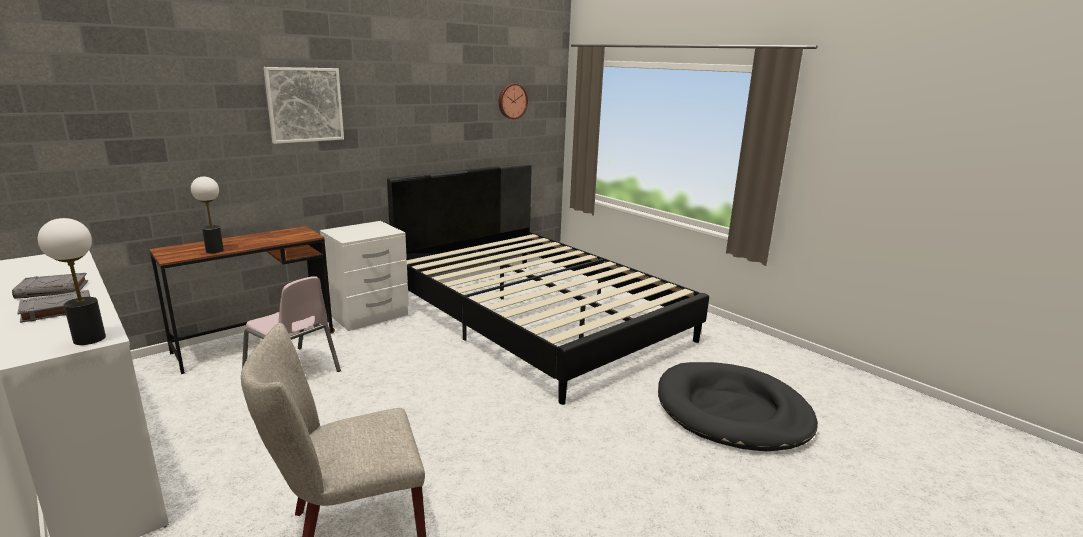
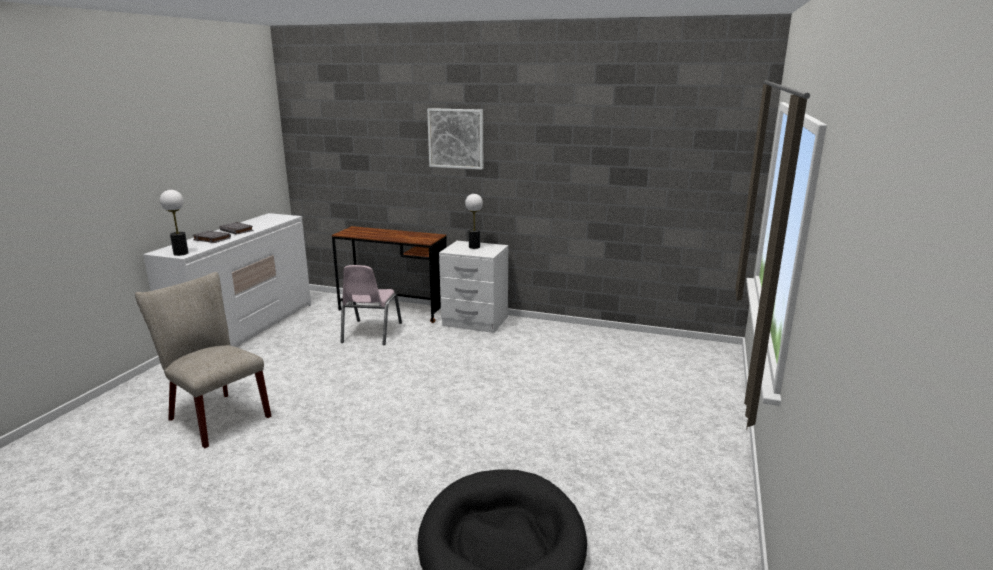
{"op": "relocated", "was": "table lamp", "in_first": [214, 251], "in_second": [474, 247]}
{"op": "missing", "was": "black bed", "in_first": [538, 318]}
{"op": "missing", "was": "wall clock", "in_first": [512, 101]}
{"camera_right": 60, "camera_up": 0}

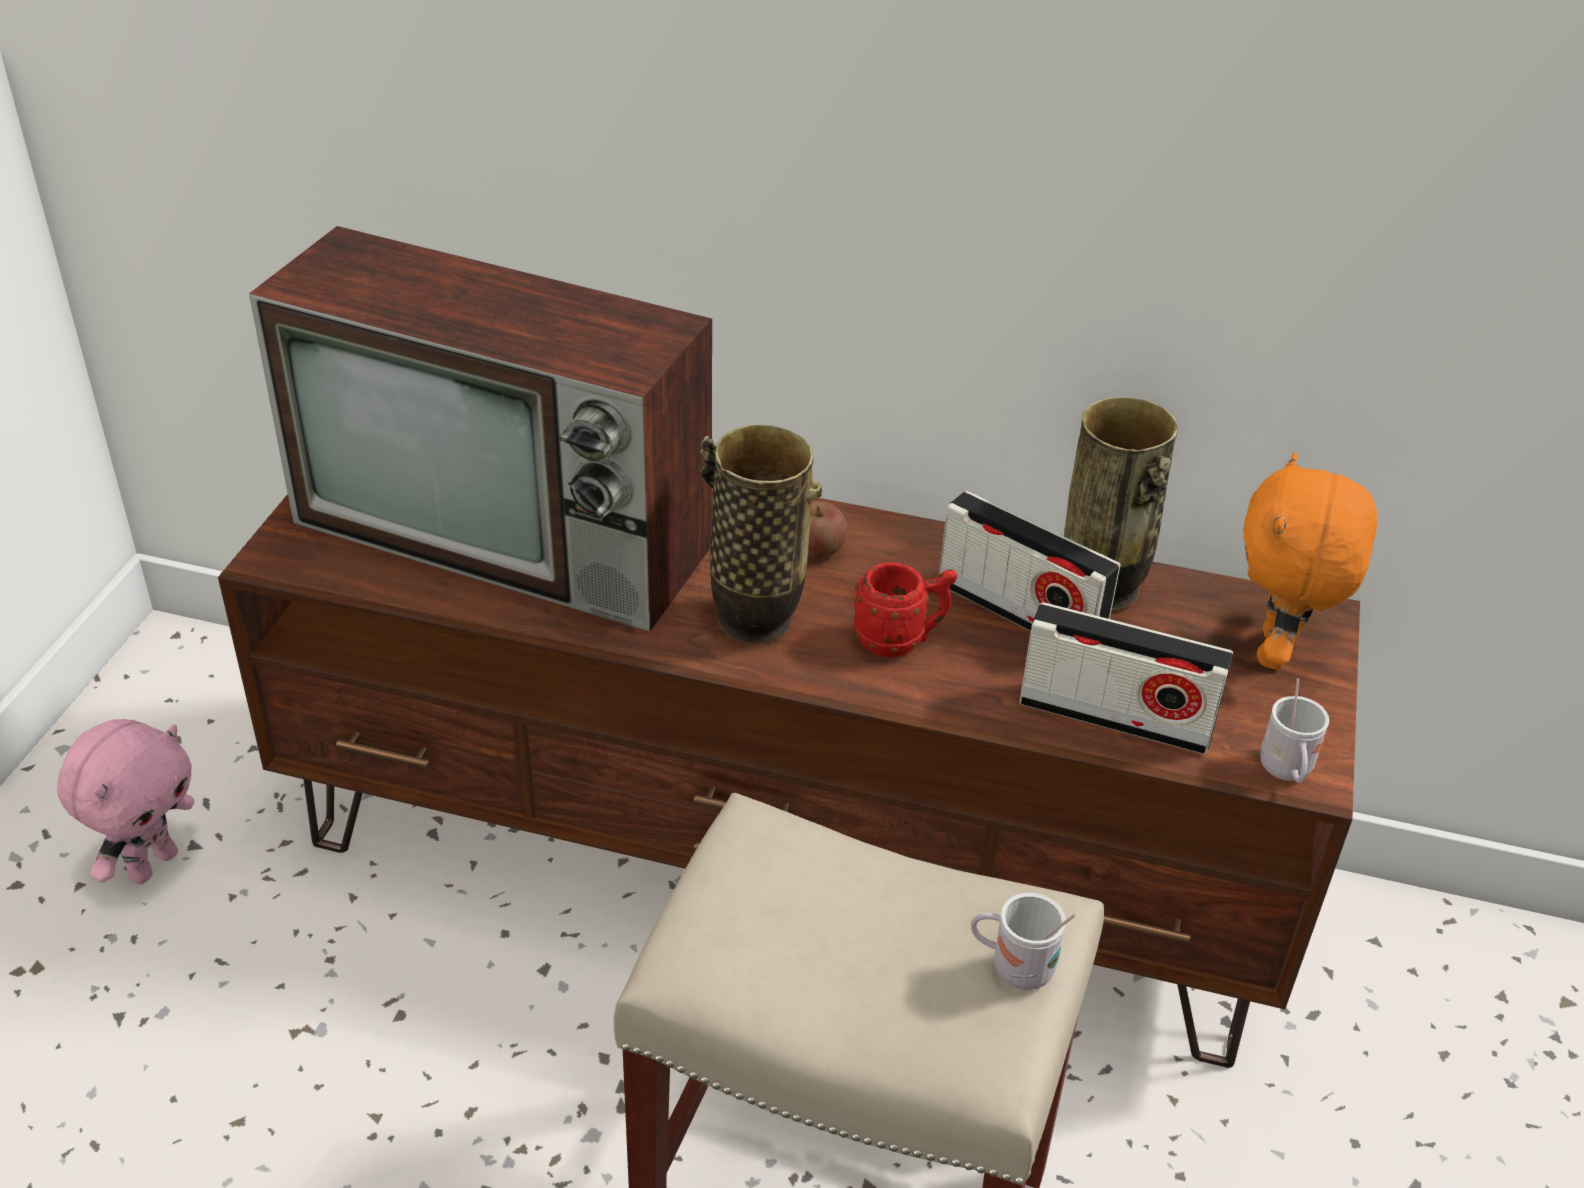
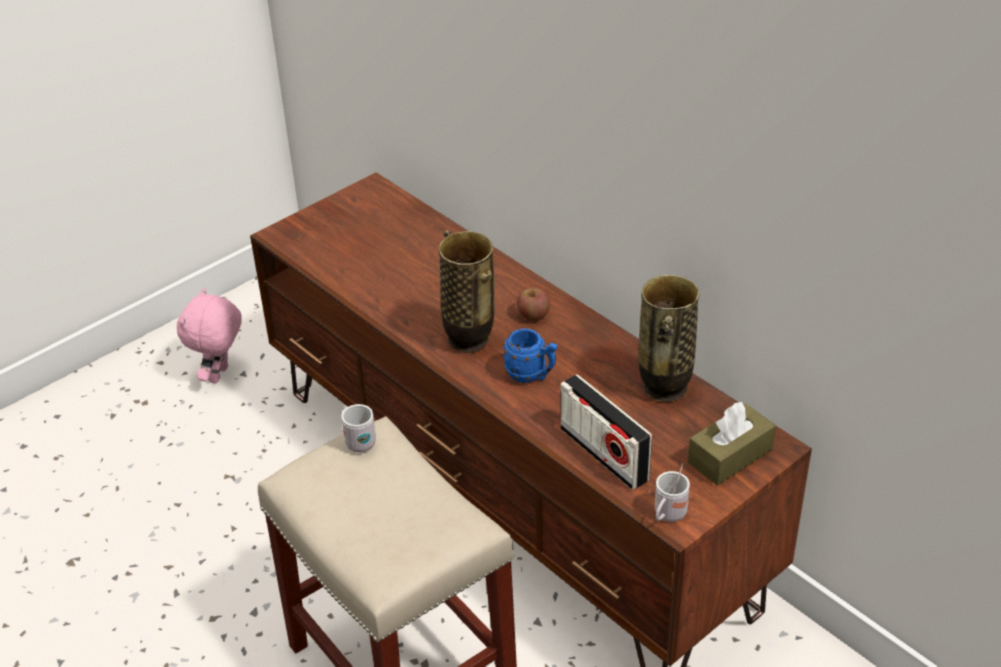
{"op": "spun", "was": "pink plush toy", "in_first": [152, 864], "in_second": [220, 375], "clockwise": 135}
{"op": "relocated", "was": "white mug", "in_first": [1013, 967], "in_second": [358, 441]}
{"op": "colour", "was": "red mug", "now": "blue mug", "in_first": [900, 640], "in_second": [531, 375]}
{"op": "exchanged", "was": "orange plush toy", "now": "brown tissue box", "in_first": [1277, 652], "in_second": [730, 456]}
{"op": "missing", "was": "television", "in_first": [511, 535]}
{"op": "missing", "was": "radio", "in_first": [1020, 613]}
{"camera_right": 35, "camera_up": 0}

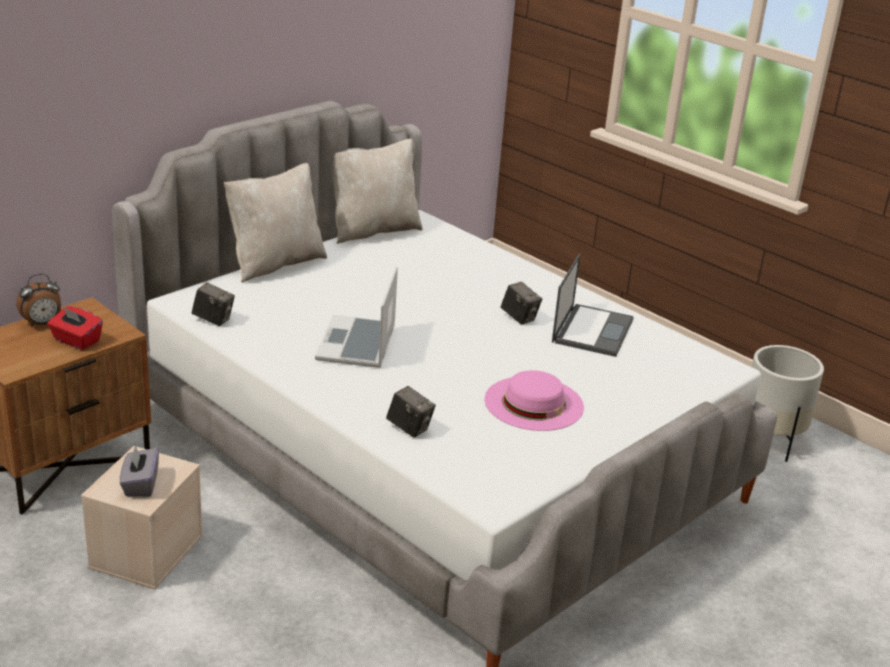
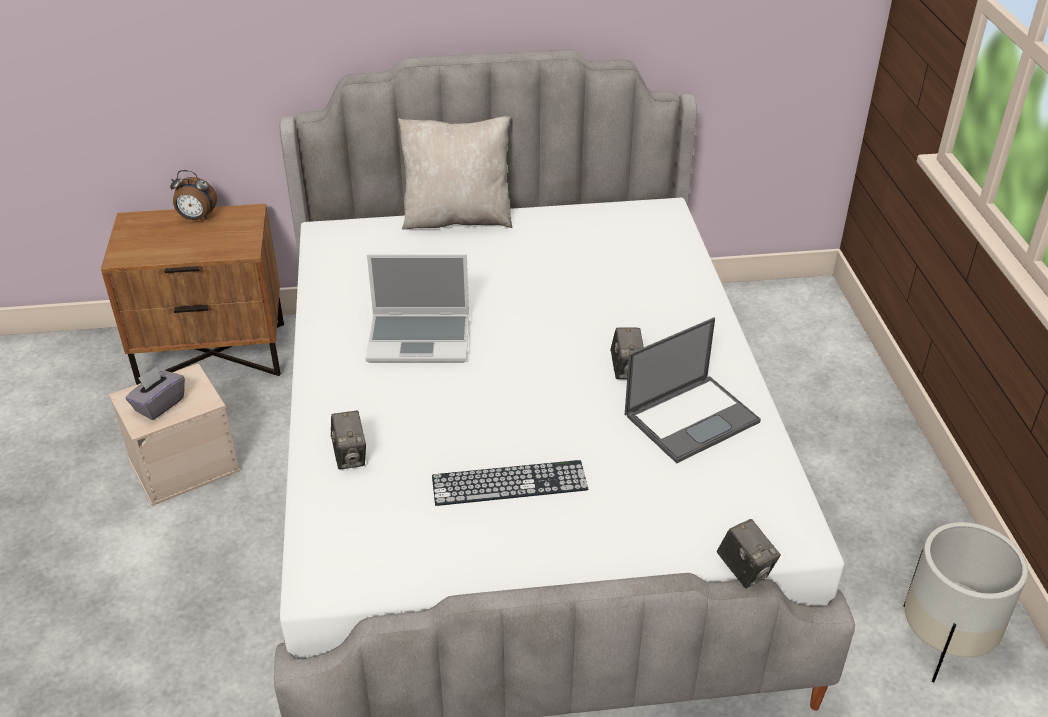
{"op": "spun", "was": "laptop", "in_first": [357, 345], "in_second": [420, 339], "clockwise": -135}
{"op": "exchanged", "was": "pink hat", "now": "keyboard", "in_first": [534, 403], "in_second": [509, 483]}
{"op": "relocated", "was": "photo camera", "in_first": [213, 319], "in_second": [744, 570]}
{"op": "missing", "was": "red tissue box", "in_first": [76, 340]}
{"op": "missing", "was": "beige pillow", "in_first": [373, 230]}
{"camera_right": 40, "camera_up": 10}

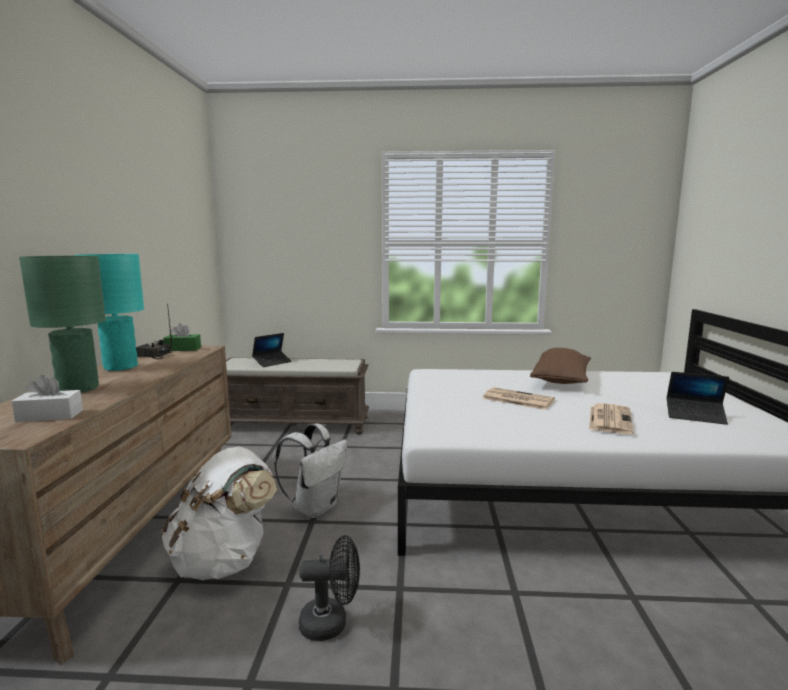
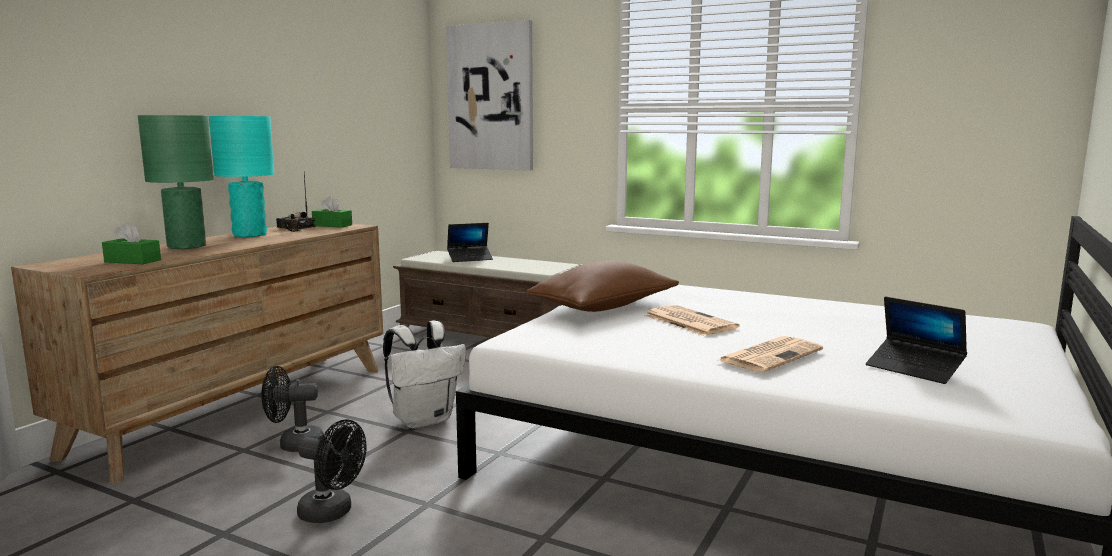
{"op": "colour", "was": "white tissue box", "now": "green tissue box", "in_first": [50, 416], "in_second": [132, 261]}
{"op": "exchanged", "was": "white backpack", "now": "black fan", "in_first": [224, 561], "in_second": [294, 445]}
{"op": "appeared", "now": "picture", "in_second": [491, 97]}
{"op": "relocated", "was": "brown pillow", "in_first": [561, 380], "in_second": [604, 308]}
{"camera_right": 25, "camera_up": 0}

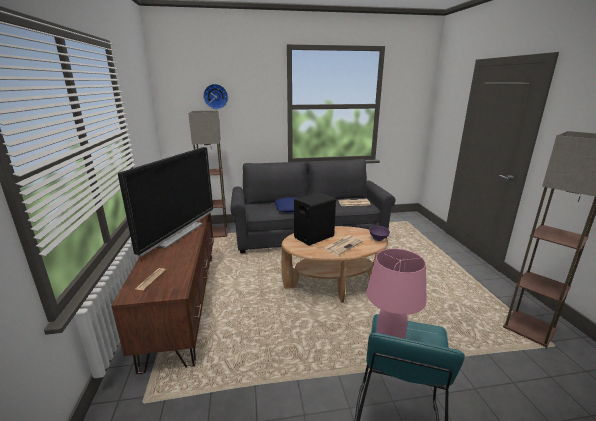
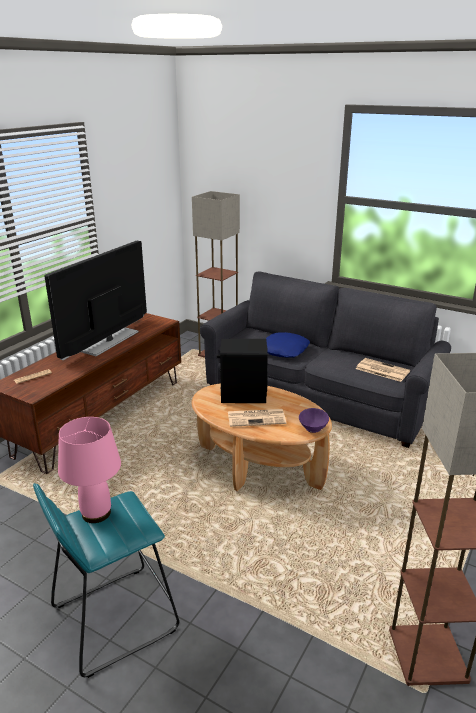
{"op": "spun", "was": "television", "in_first": [178, 234], "in_second": [109, 341], "clockwise": 150}
{"op": "missing", "was": "wall clock", "in_first": [215, 96]}
{"camera_right": 40, "camera_up": 5}

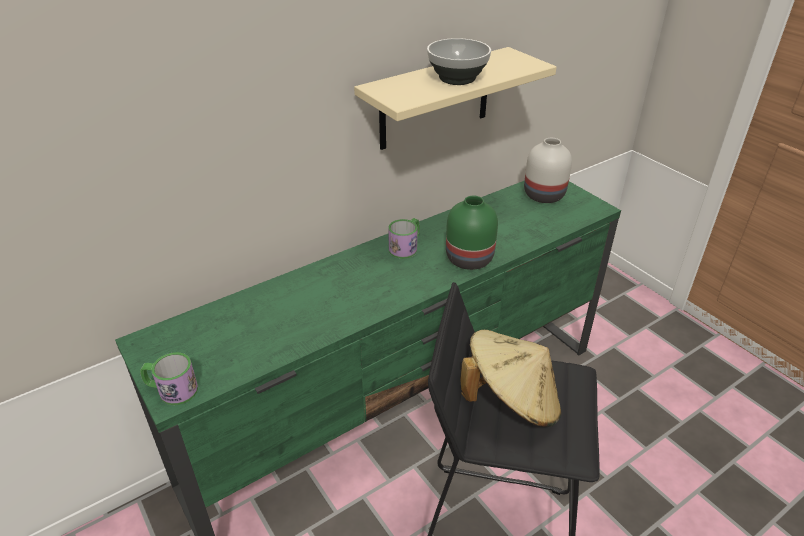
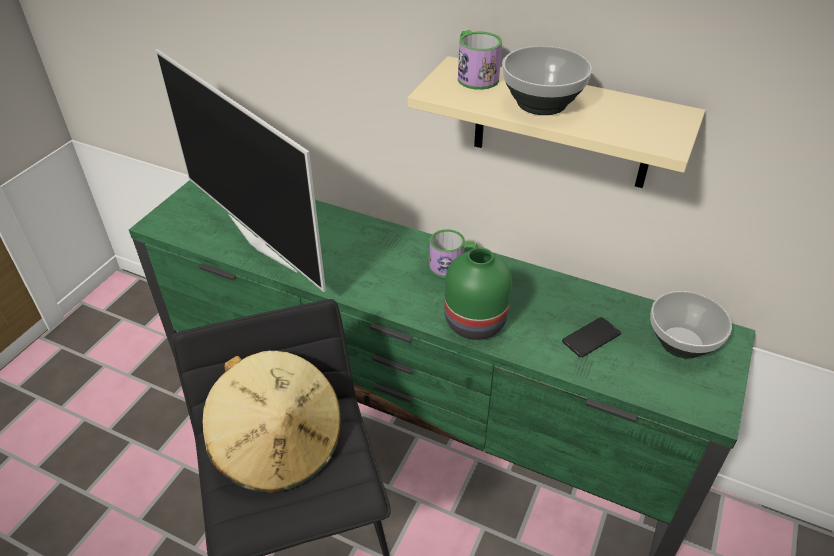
{"op": "appeared", "now": "television", "in_second": [263, 241]}
{"op": "relocated", "was": "mug", "in_first": [172, 390], "in_second": [474, 76]}
{"op": "appeared", "now": "phone", "in_second": [591, 338]}
{"op": "exchanged", "was": "white vase", "now": "bowl", "in_first": [543, 194], "in_second": [681, 342]}
{"camera_right": 60, "camera_up": 5}

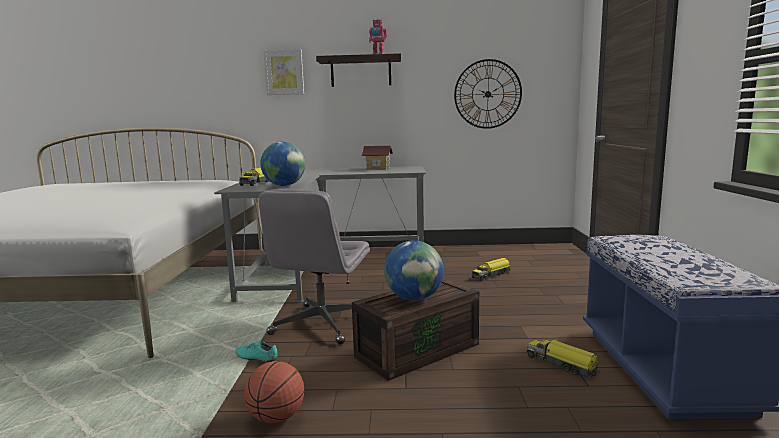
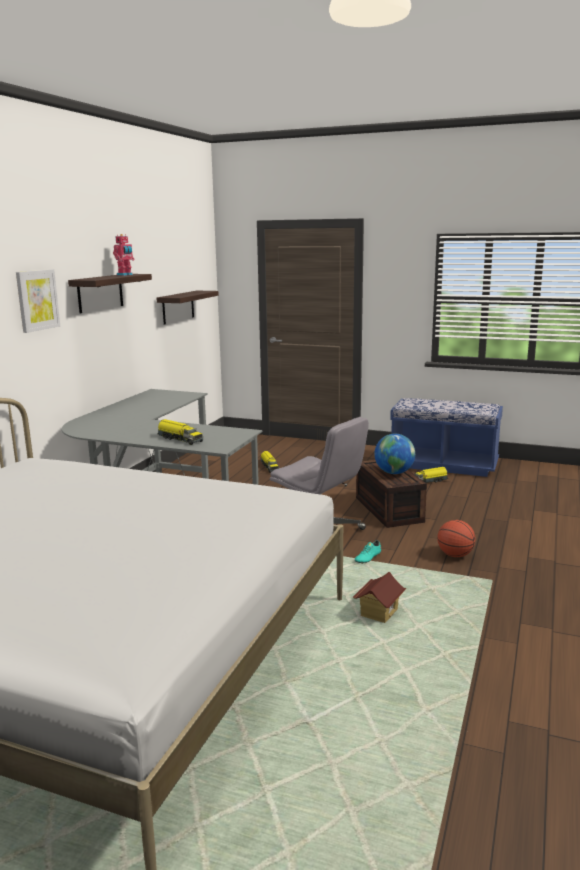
{"op": "exchanged", "was": "wall clock", "now": "shelf", "in_first": [487, 94], "in_second": [178, 307]}
{"op": "relocated", "was": "toy house", "in_first": [378, 168], "in_second": [379, 613]}
{"op": "missing", "was": "globe", "in_first": [284, 185]}
{"camera_right": -70, "camera_up": 5}

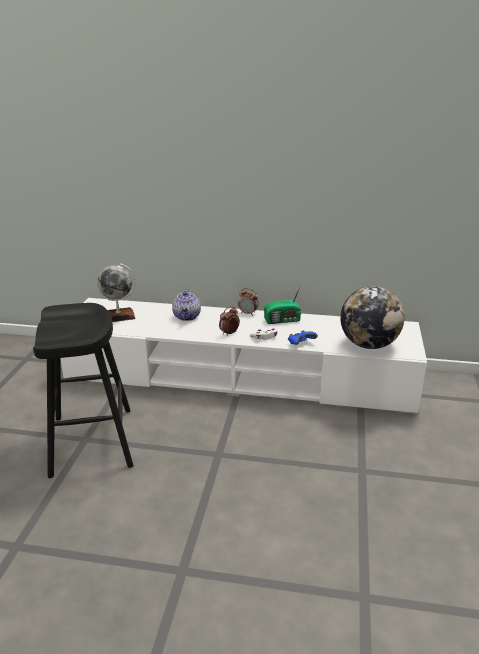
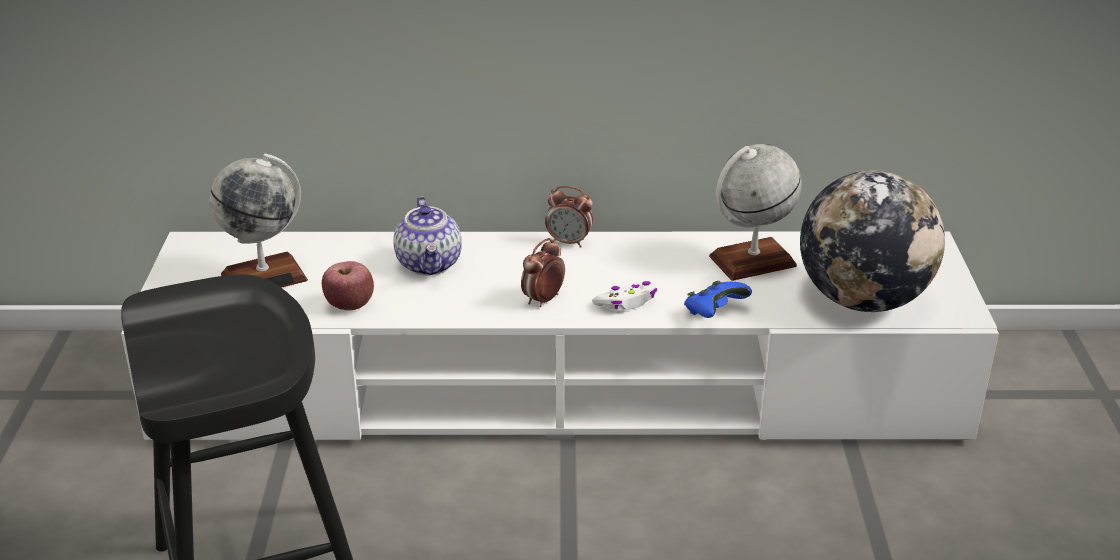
{"op": "appeared", "now": "apple", "in_second": [350, 305]}
{"op": "appeared", "now": "globe", "in_second": [752, 261]}
{"op": "missing", "was": "radio", "in_first": [283, 320]}
{"camera_right": -10, "camera_up": 5}

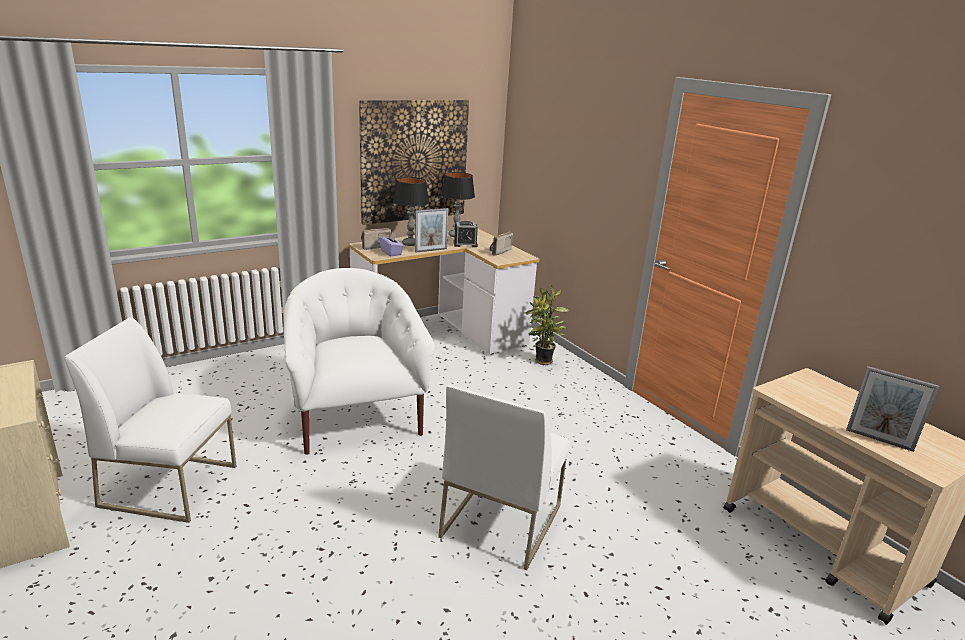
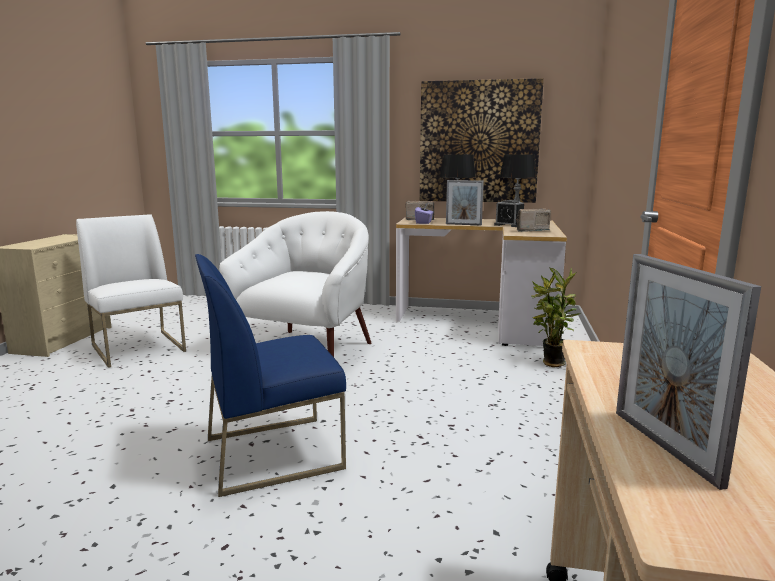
{"op": "colour", "was": "white chair", "now": "blue chair", "in_first": [501, 520], "in_second": [274, 452]}
{"camera_right": 45, "camera_up": -10}

